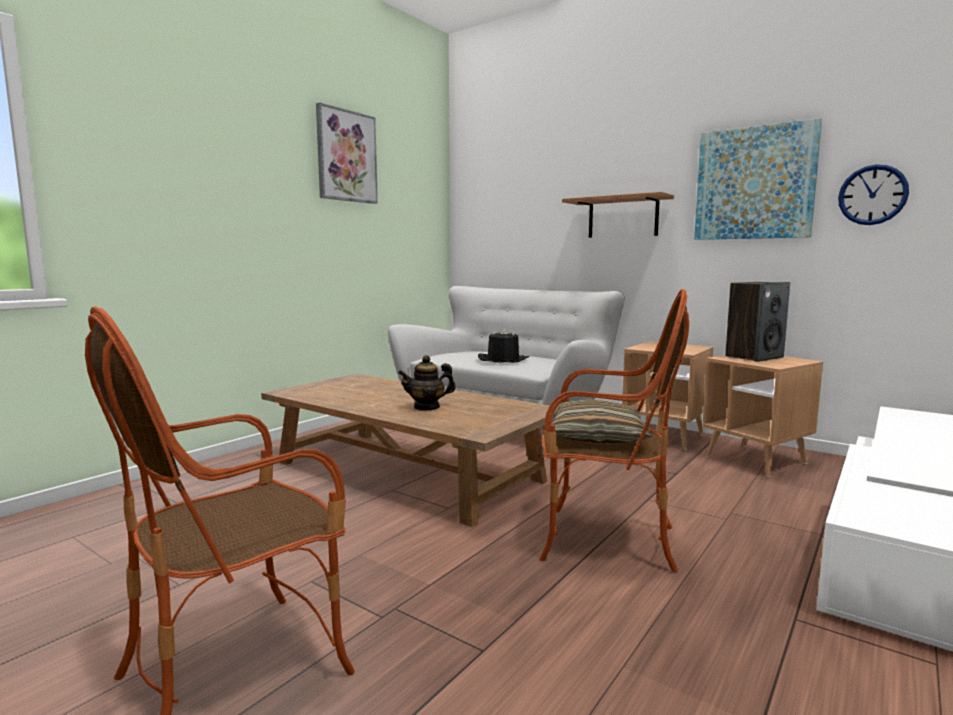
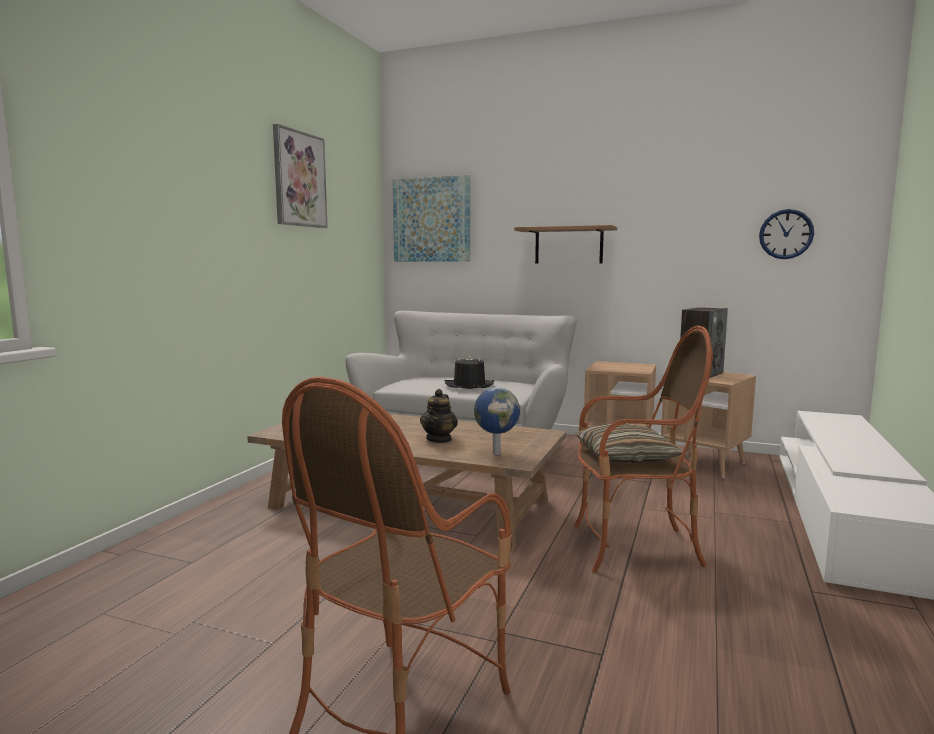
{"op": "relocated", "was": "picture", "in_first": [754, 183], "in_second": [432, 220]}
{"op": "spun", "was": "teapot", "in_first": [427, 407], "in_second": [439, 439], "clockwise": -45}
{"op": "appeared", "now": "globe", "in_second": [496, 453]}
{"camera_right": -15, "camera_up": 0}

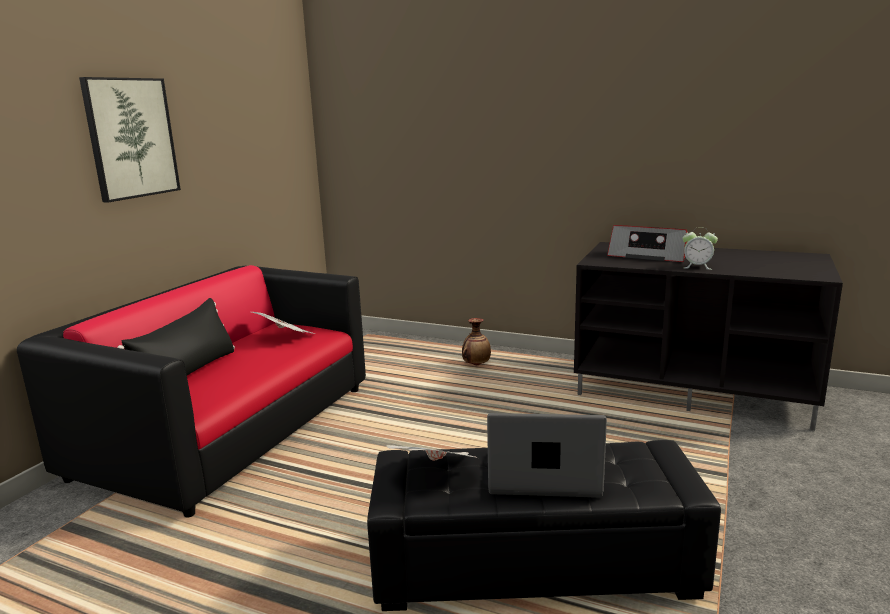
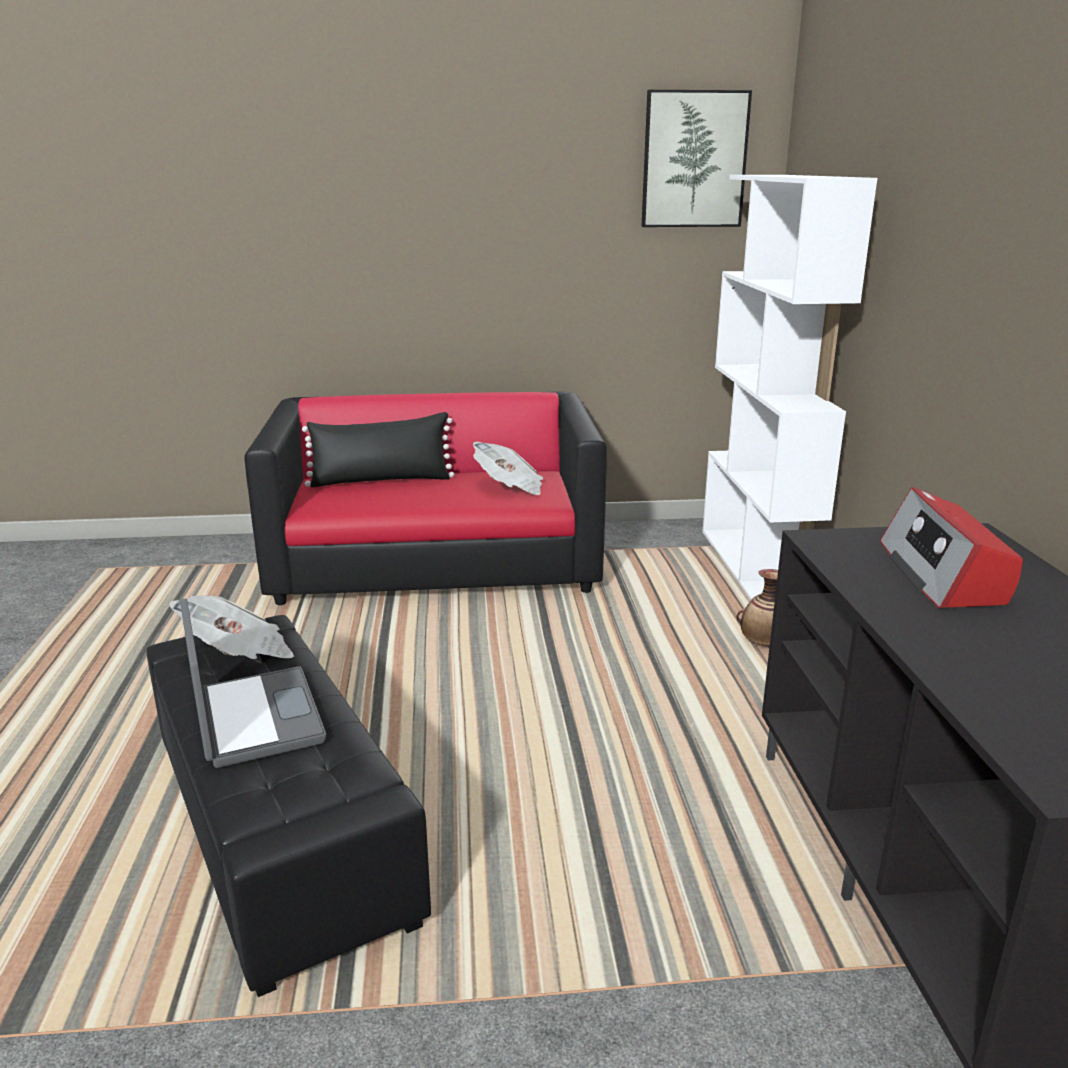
{"op": "relocated", "was": "picture", "in_first": [131, 138], "in_second": [694, 160]}
{"op": "appeared", "now": "white bookcase", "in_second": [756, 568]}
{"op": "missing", "was": "alarm clock", "in_first": [697, 267]}
{"camera_right": 60, "camera_up": 5}

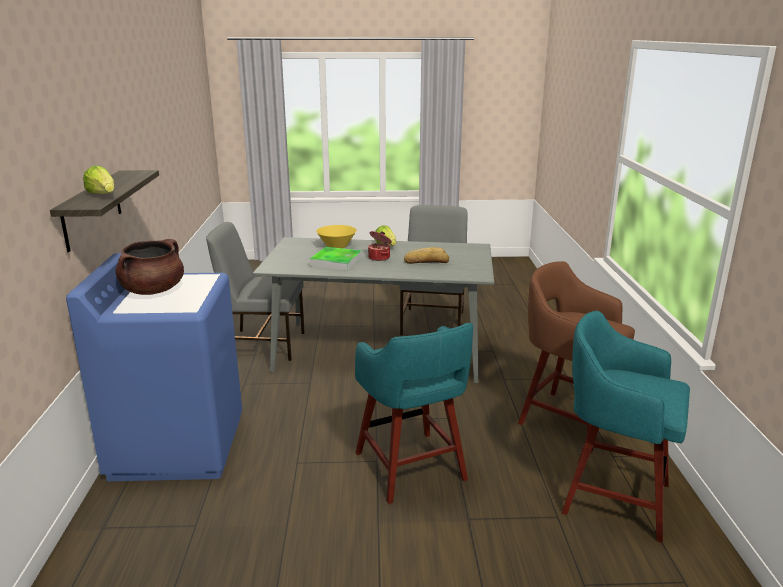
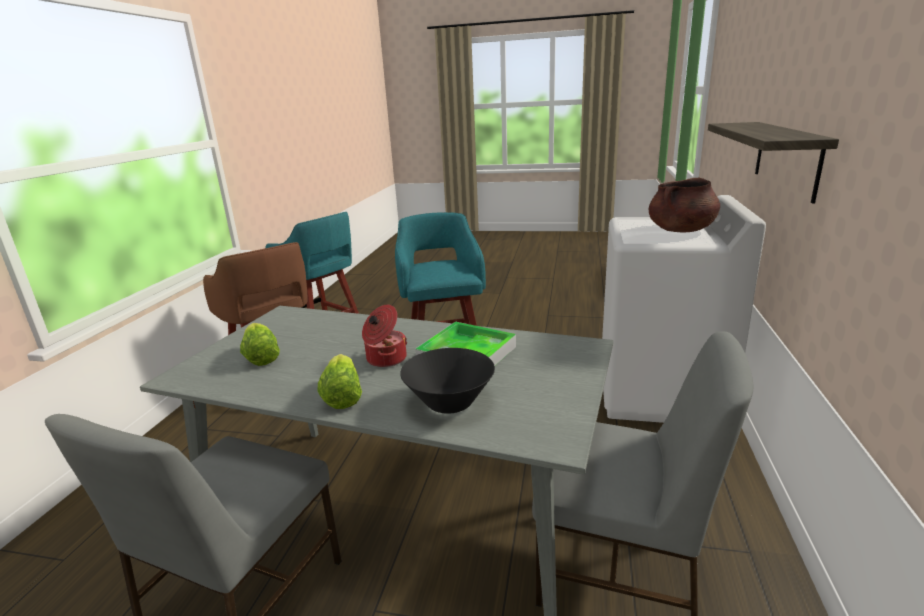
{"op": "relocated", "was": "lettuce", "in_first": [103, 195], "in_second": [261, 357]}
{"op": "colour", "was": "yellow bowl", "now": "black bowl", "in_first": [337, 246], "in_second": [449, 403]}
{"op": "colour", "was": "blue washing machine", "now": "white washing machine", "in_first": [178, 445], "in_second": [660, 393]}
{"op": "missing", "was": "bread", "in_first": [426, 261]}
{"camera_right": -165, "camera_up": 0}

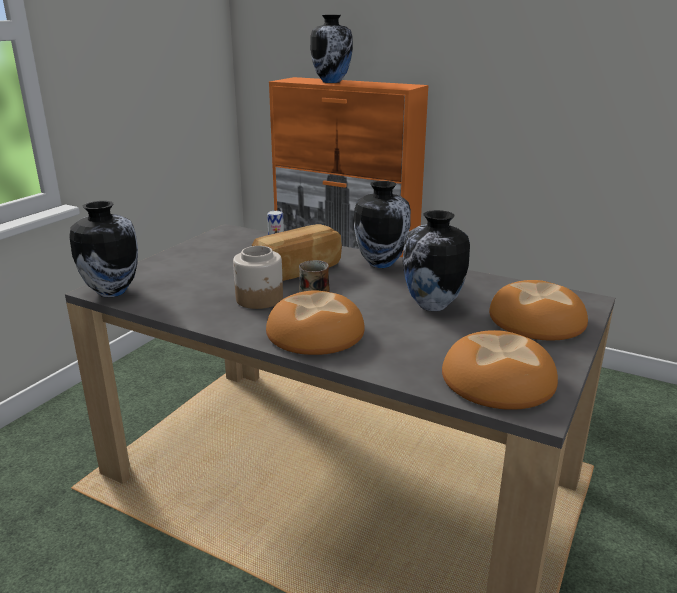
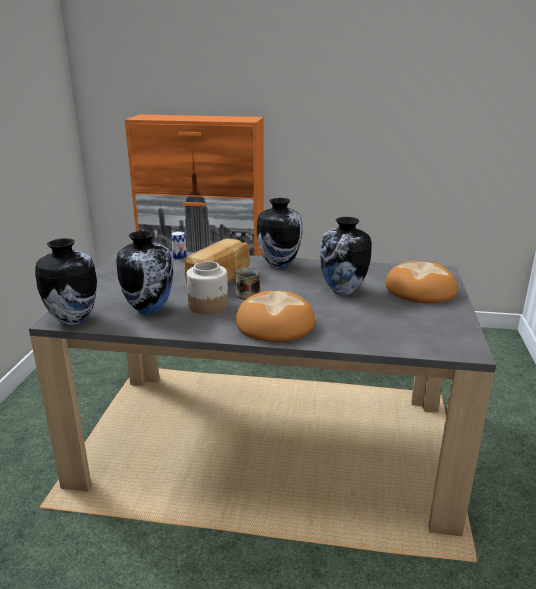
{"op": "relocated", "was": "vase", "in_first": [332, 82], "in_second": [149, 309]}
{"op": "missing", "was": "bread", "in_first": [497, 379]}
{"camera_right": -20, "camera_up": 0}

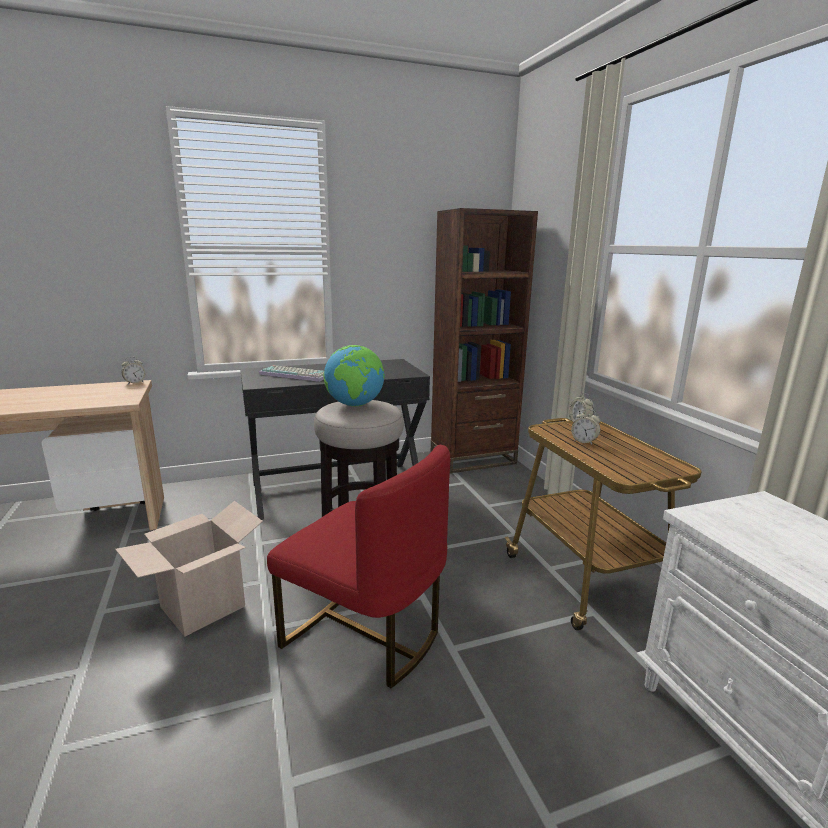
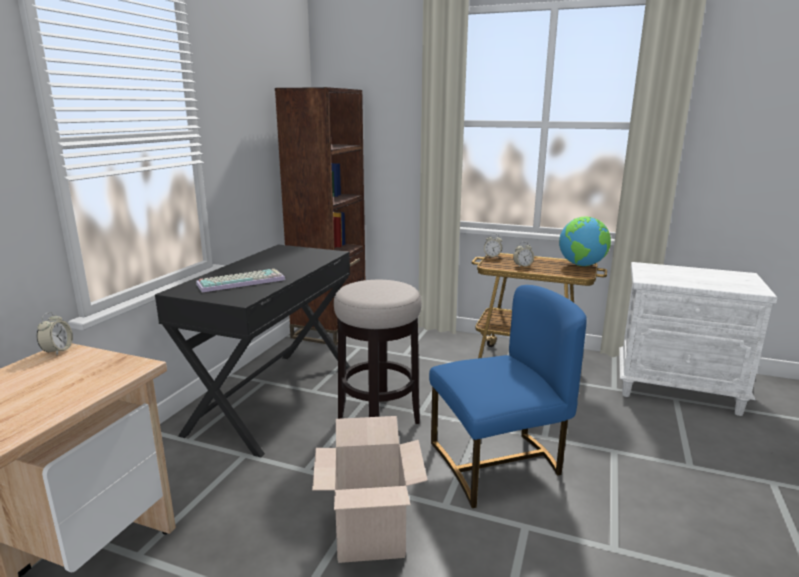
{"op": "colour", "was": "red chair", "now": "blue chair", "in_first": [365, 634], "in_second": [498, 463]}
{"op": "relocated", "was": "globe", "in_first": [355, 405], "in_second": [582, 265]}
{"camera_right": -50, "camera_up": 0}

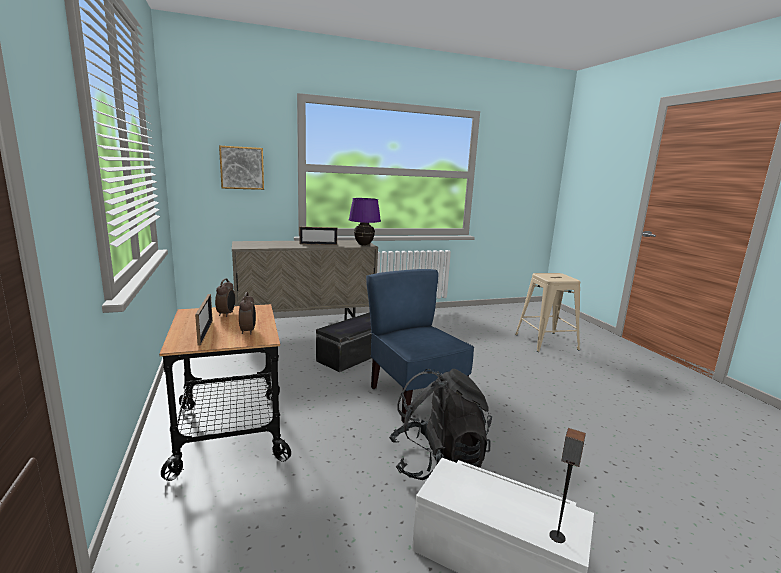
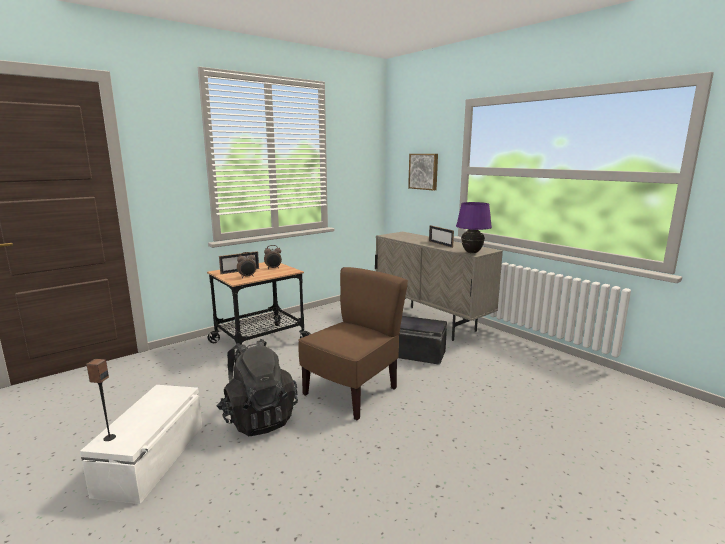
{"op": "colour", "was": "blue chair", "now": "brown chair", "in_first": [415, 397], "in_second": [352, 392]}
{"op": "missing", "was": "beige stool", "in_first": [546, 342]}
{"camera_right": 70, "camera_up": 0}

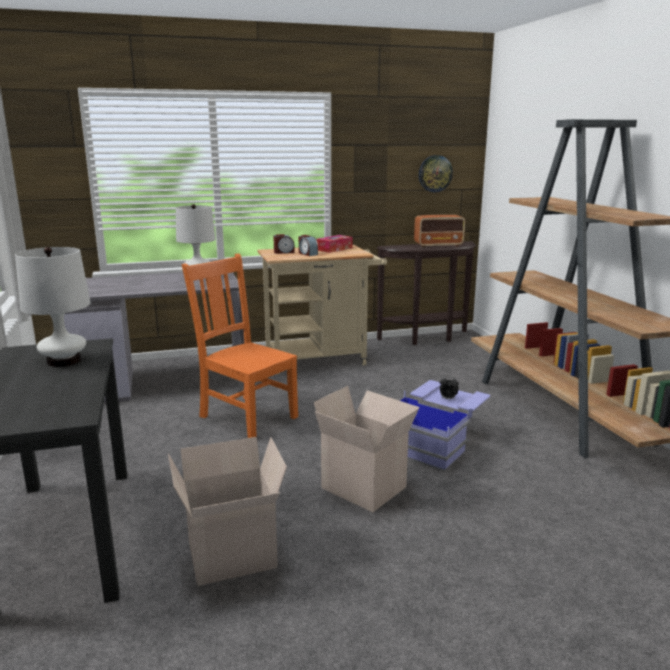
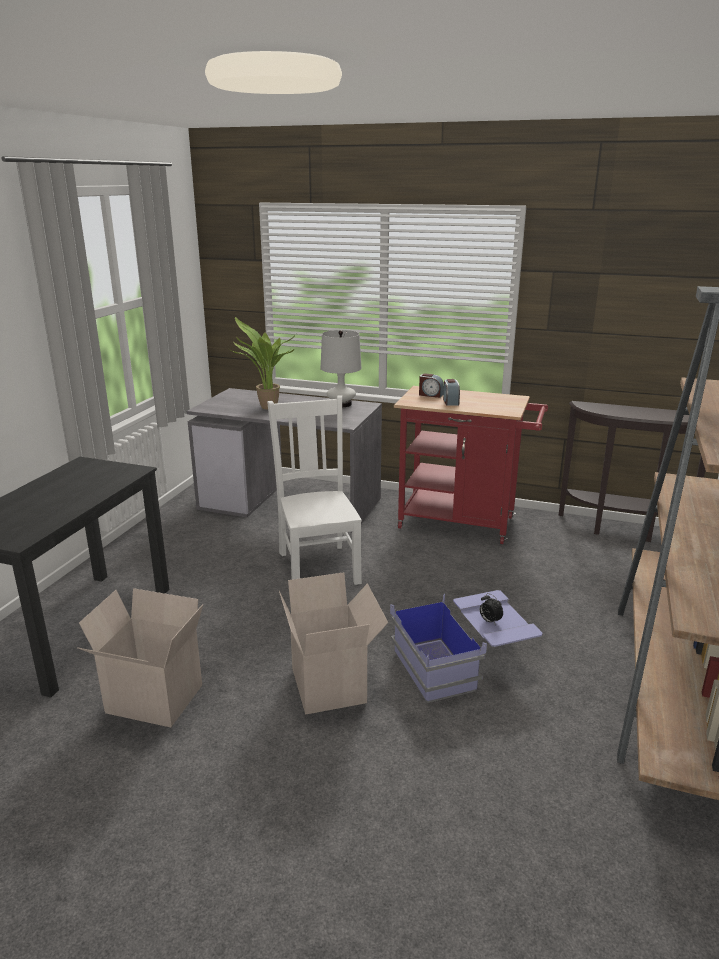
{"op": "appeared", "now": "potted plant", "in_second": [266, 408]}
{"op": "colour", "was": "orange chair", "now": "white chair", "in_first": [246, 416], "in_second": [318, 566]}
{"op": "colour", "was": "beige cart", "now": "red cart", "in_first": [322, 359], "in_second": [464, 523]}
{"op": "missing", "was": "white table lamp", "in_first": [64, 361]}
{"op": "missing", "was": "tissue box", "in_first": [334, 249]}
{"op": "missing", "was": "radio", "in_first": [439, 245]}
{"op": "missing", "was": "wall clock", "in_first": [435, 173]}
{"camera_right": 35, "camera_up": 5}

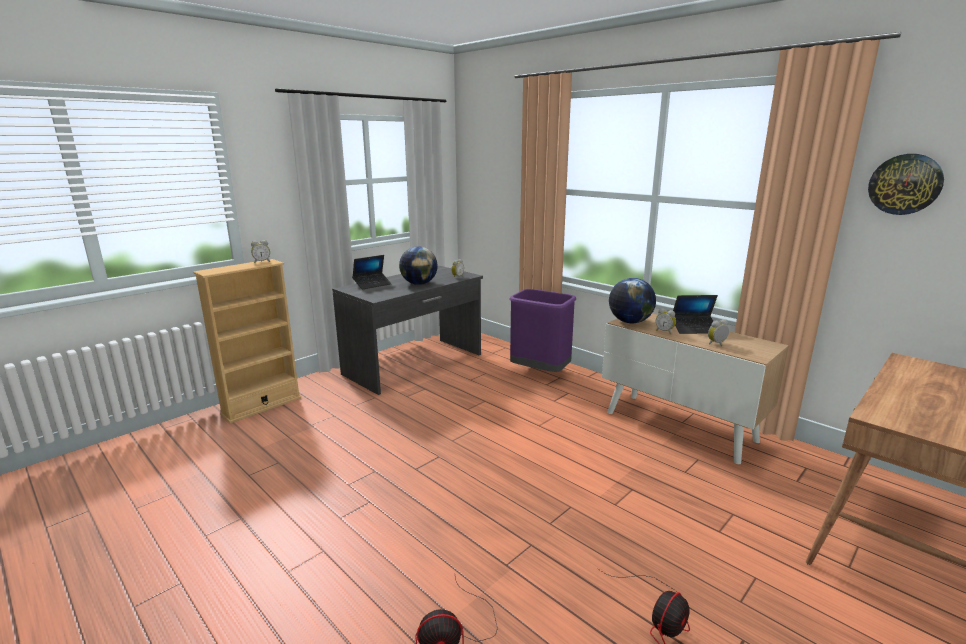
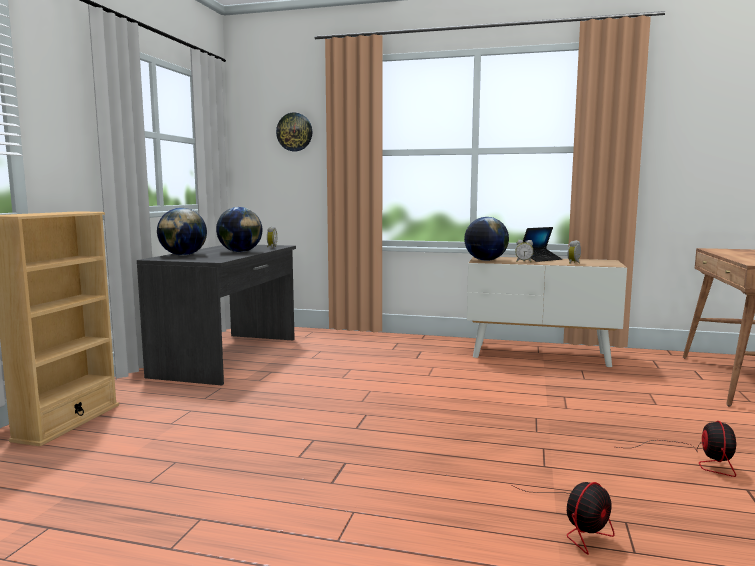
{"op": "exchanged", "was": "laptop", "now": "globe", "in_first": [372, 284], "in_second": [183, 255]}
{"op": "relocated", "was": "wall clock", "in_first": [905, 184], "in_second": [294, 132]}
{"op": "missing", "was": "alarm clock", "in_first": [262, 262]}
{"op": "missing", "was": "purple trash can", "in_first": [540, 371]}
{"camera_right": -30, "camera_up": -10}

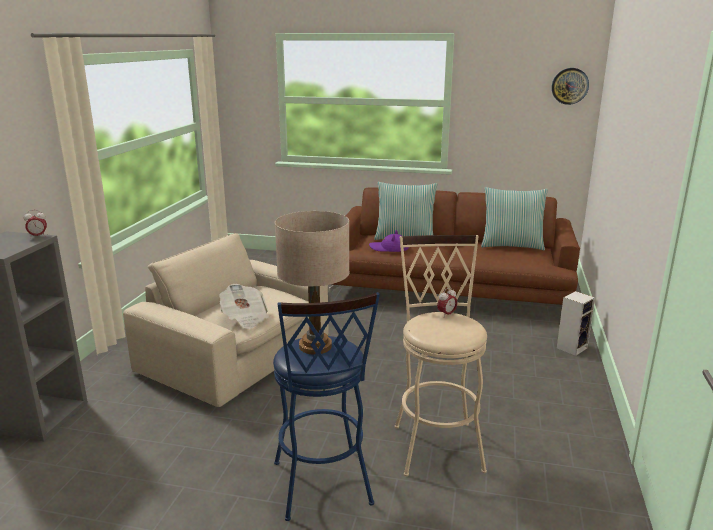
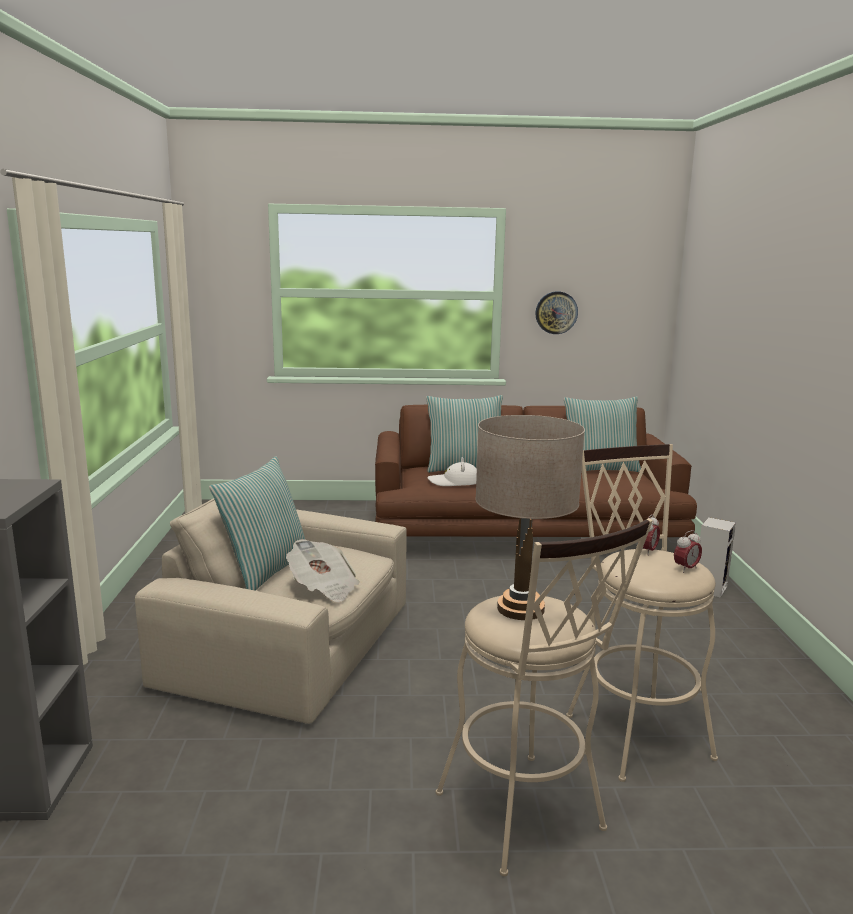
{"op": "appeared", "now": "pillow", "in_second": [265, 570]}
{"op": "colour", "was": "purple hat", "now": "white hat", "in_first": [389, 248], "in_second": [454, 482]}
{"op": "colour", "was": "blue stool", "now": "beige stool", "in_first": [323, 489], "in_second": [527, 820]}
{"op": "relocated", "was": "wall clock", "in_first": [570, 86], "in_second": [556, 312]}
{"op": "relocated", "was": "alarm clock", "in_first": [38, 236], "in_second": [686, 569]}
{"camera_right": -15, "camera_up": -5}

